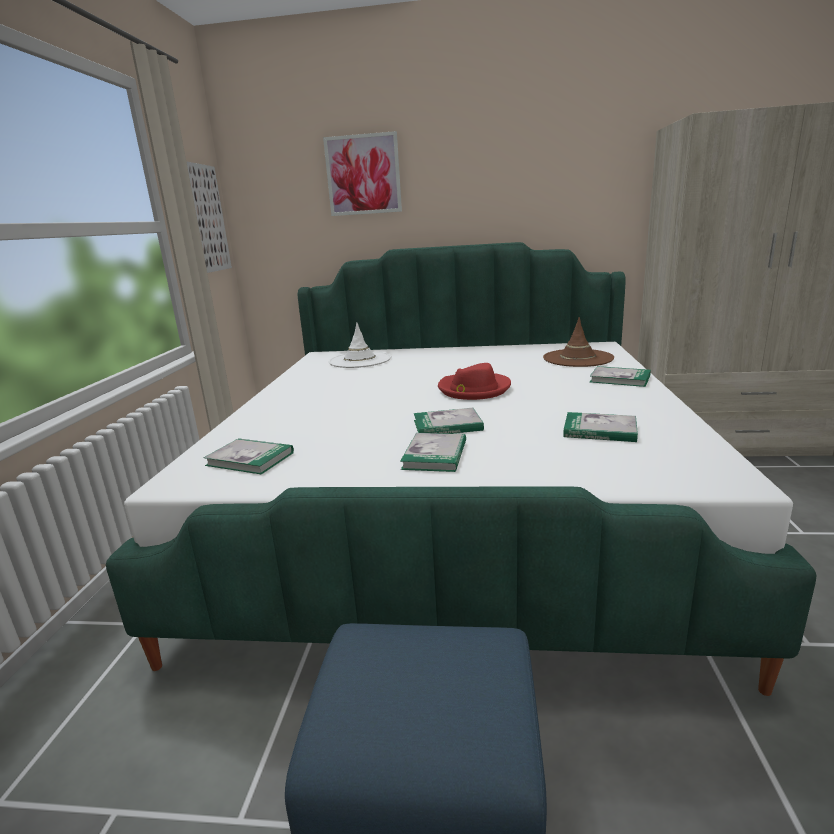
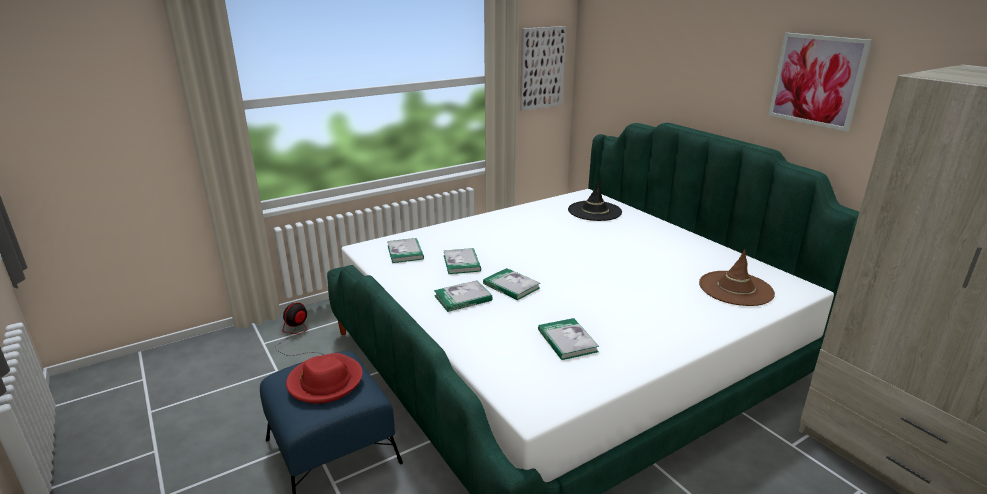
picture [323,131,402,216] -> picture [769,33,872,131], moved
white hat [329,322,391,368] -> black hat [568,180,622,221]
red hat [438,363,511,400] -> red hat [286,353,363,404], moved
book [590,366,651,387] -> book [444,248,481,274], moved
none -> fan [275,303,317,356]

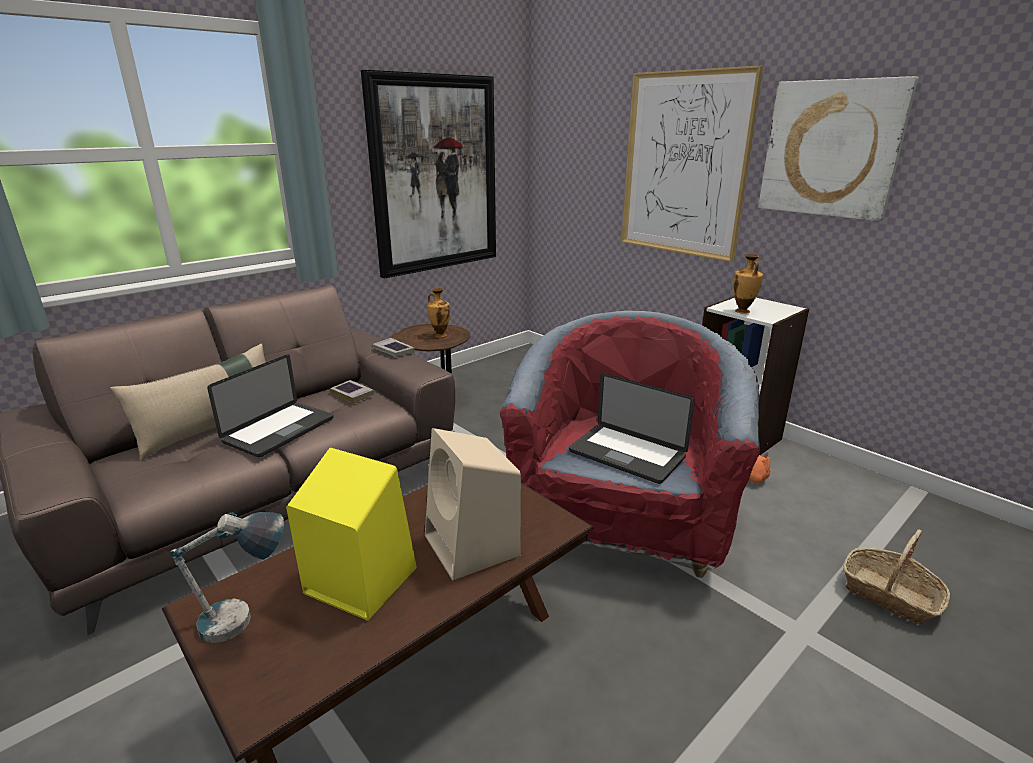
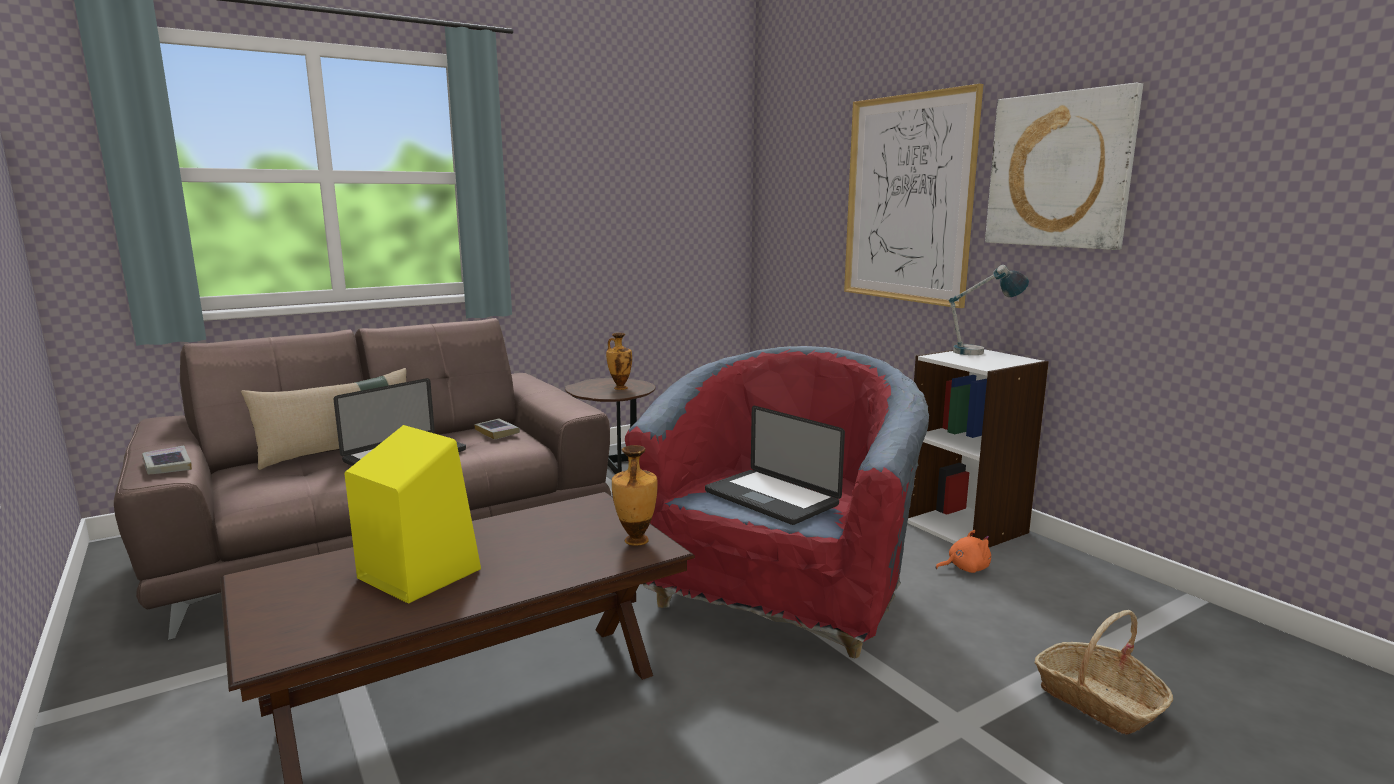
picture [361,70,496,279] -> none
vase [733,254,763,314] -> vase [612,445,657,546], moved
book [373,338,414,357] -> book [142,446,192,474], moved
beige speaker [425,428,521,580] -> none
table lamp [170,512,284,643] -> table lamp [949,265,1029,355], moved

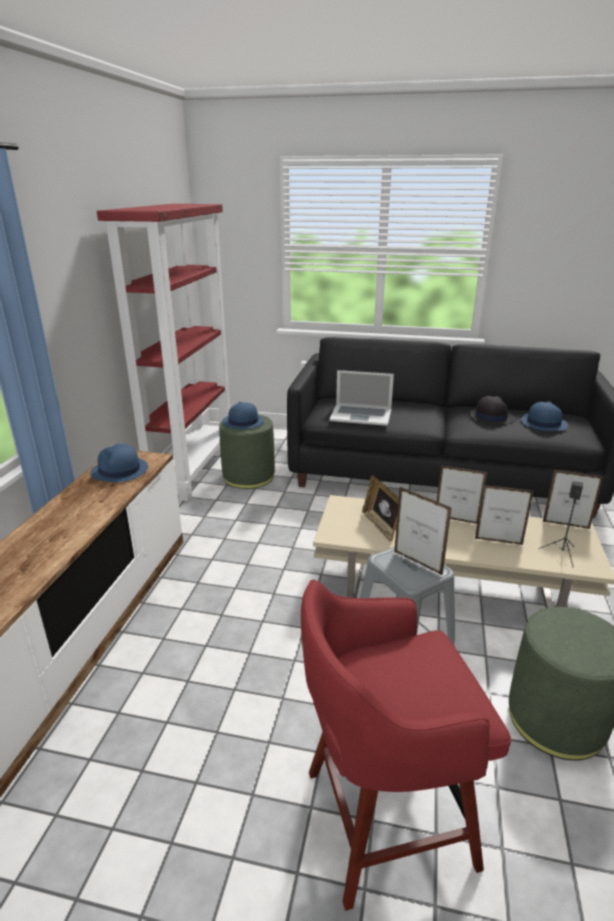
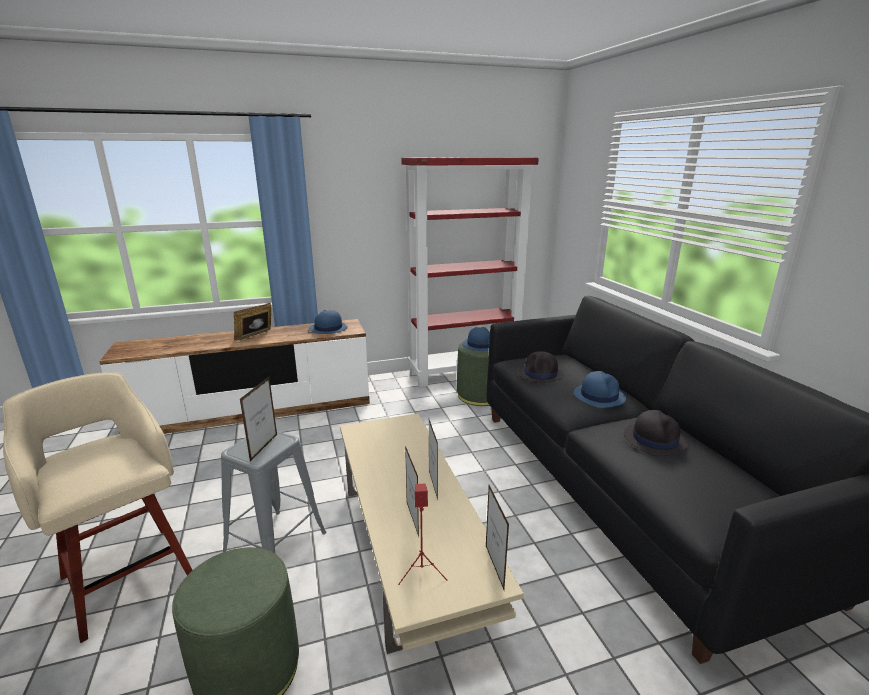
laptop [329,370,394,426] -> black hat [518,351,564,383]
blue hat [520,402,568,431] -> blue hat [574,371,626,408], moved
picture frame [362,476,399,542] -> picture frame [234,303,271,341], moved
black speaker [538,481,583,568] -> red speaker [398,484,448,585]
red stool [301,580,511,911] -> beige stool [2,372,192,643]

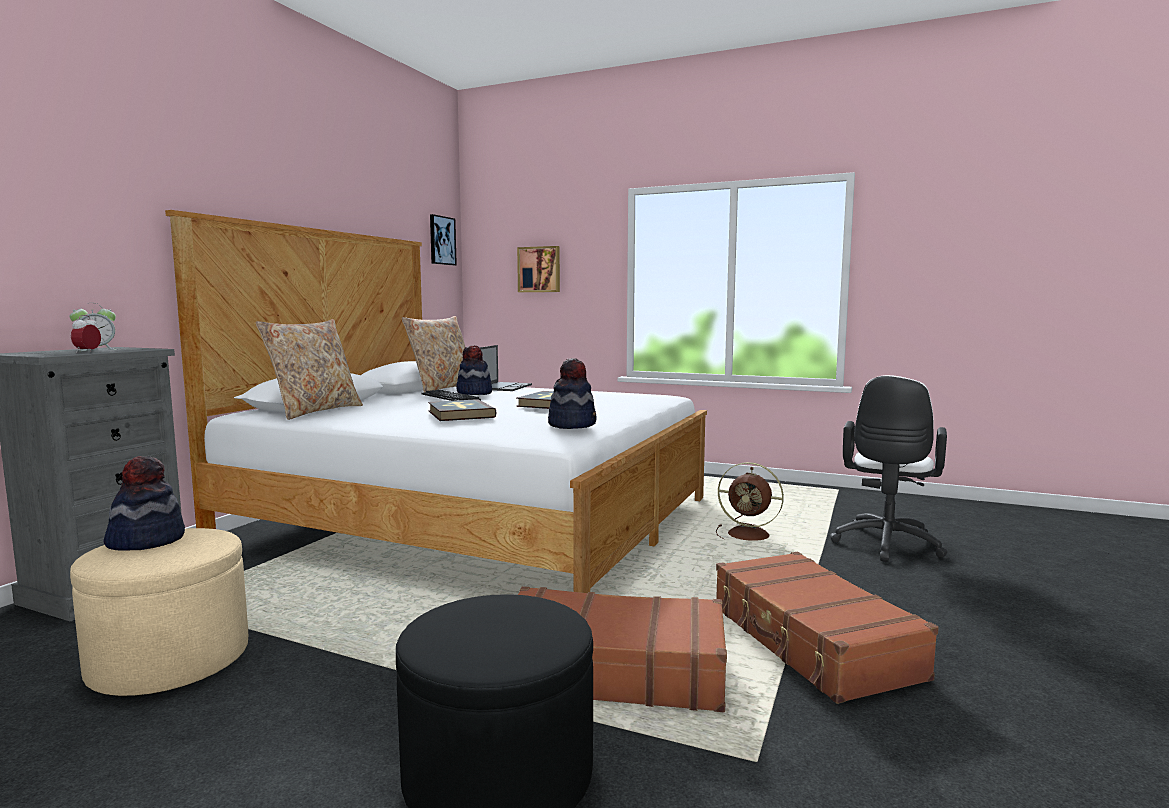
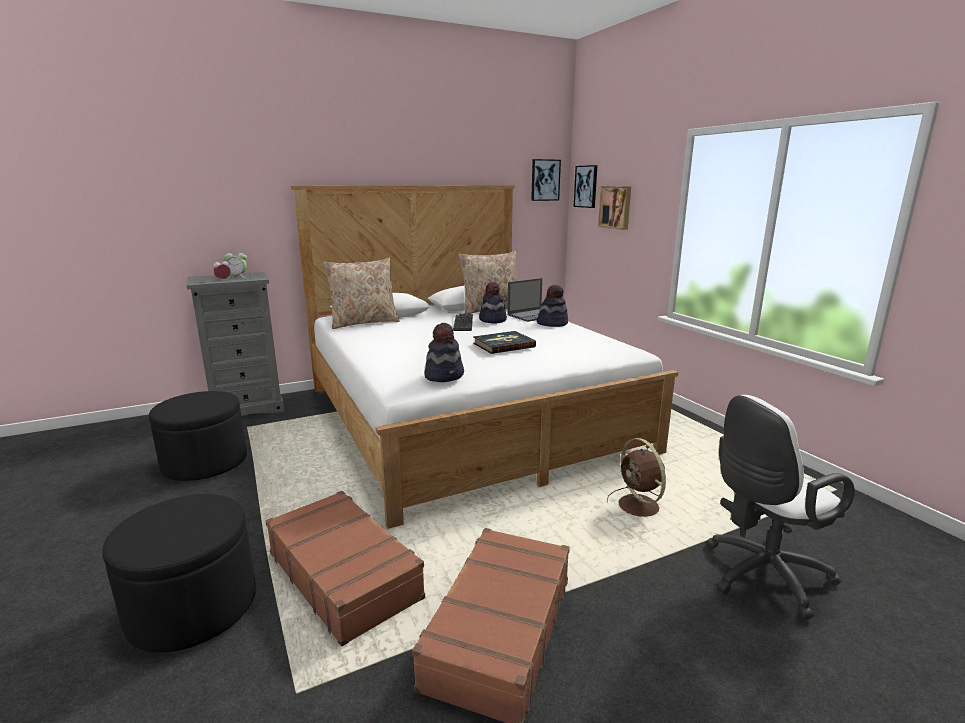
book [428,399,497,421] -> none
hat [104,456,185,551] -> hat [537,285,568,327], moved
beige ottoman [70,528,248,696] -> black ottoman [149,391,247,481]
none -> picture [574,165,598,208]

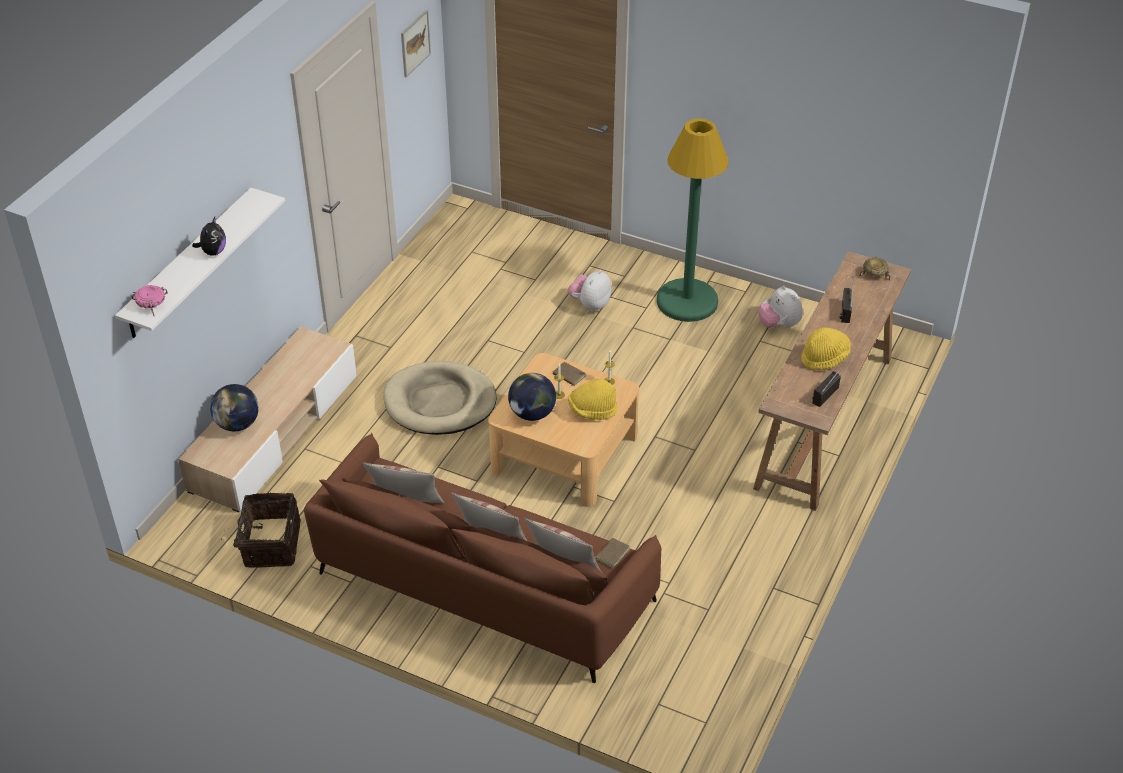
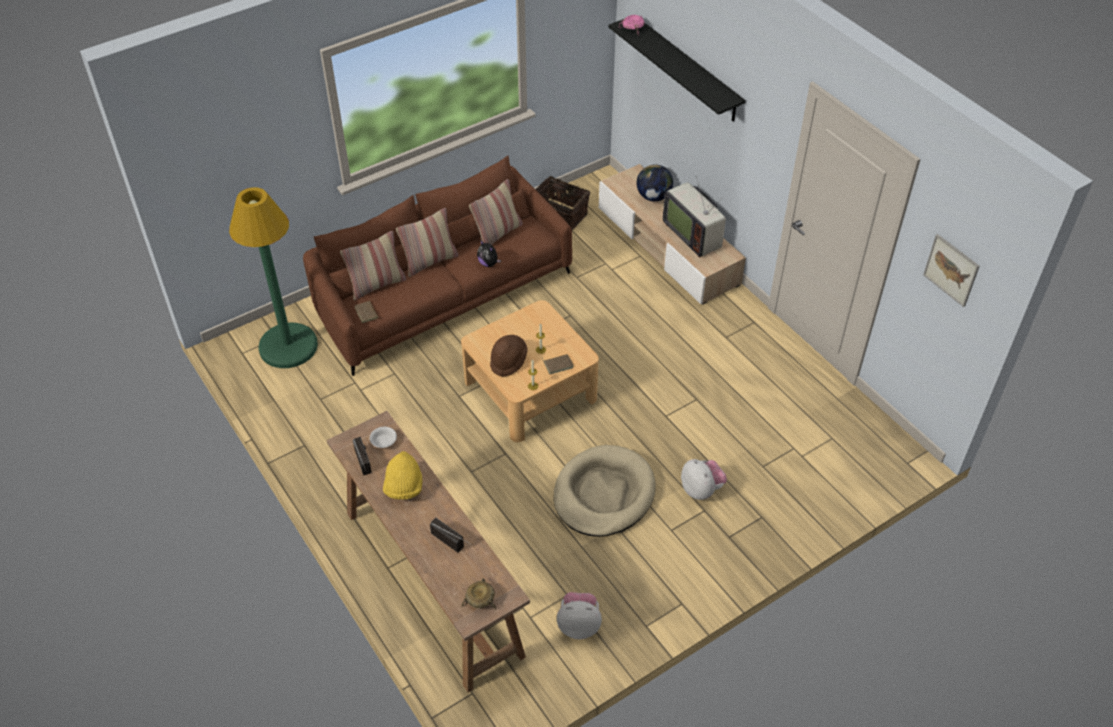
green floor lamp [657,119,729,322] -> green floor lamp [229,187,318,368], moved
white shelf [115,188,285,338] -> black shelf [608,19,746,122]
plush toy [192,217,226,256] -> plush toy [477,240,501,267], moved
beige dog bed [384,361,497,435] -> beige dog bed [553,445,656,537], moved
globe [508,373,556,421] -> none
yellow hat [568,379,617,420] -> brown hat [490,335,528,377]
none -> television [663,176,726,257]
none -> white bowl [370,427,397,448]

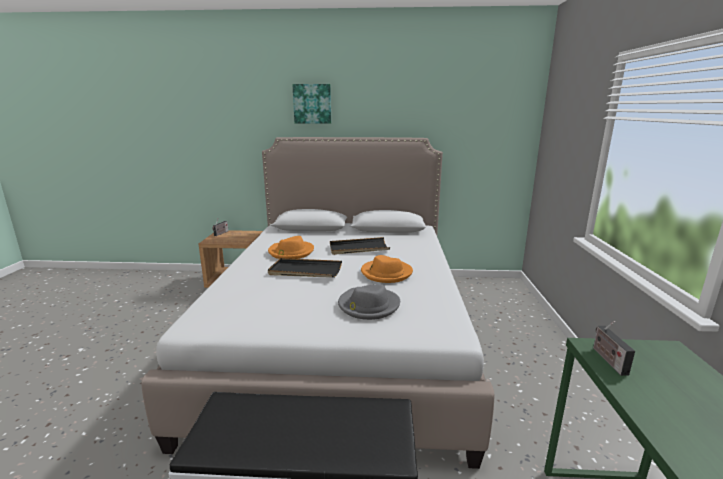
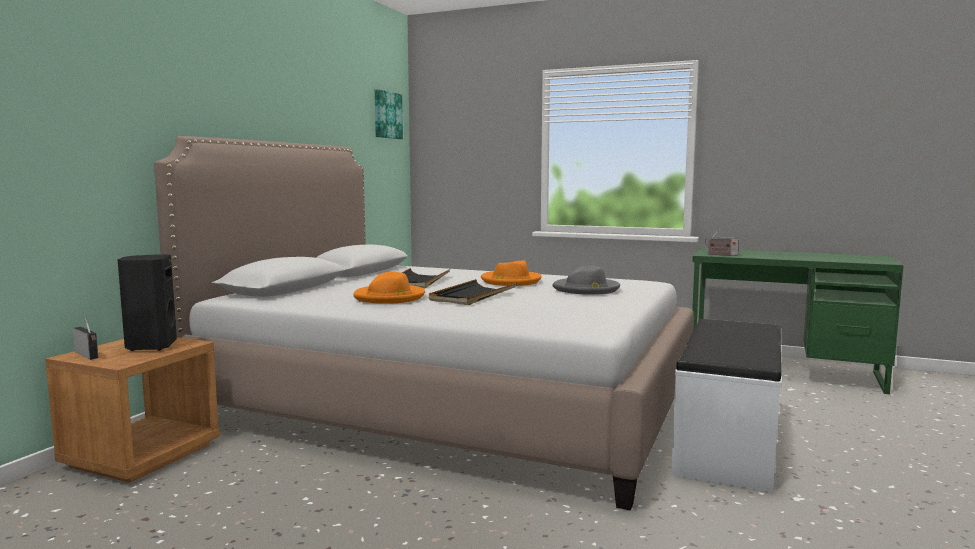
picture [292,84,331,124] -> picture [375,89,403,139], moved
none -> black speaker [117,254,177,351]

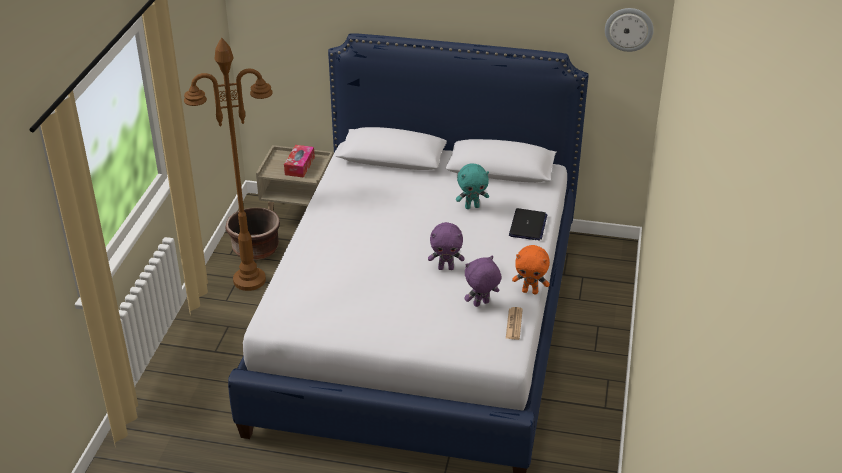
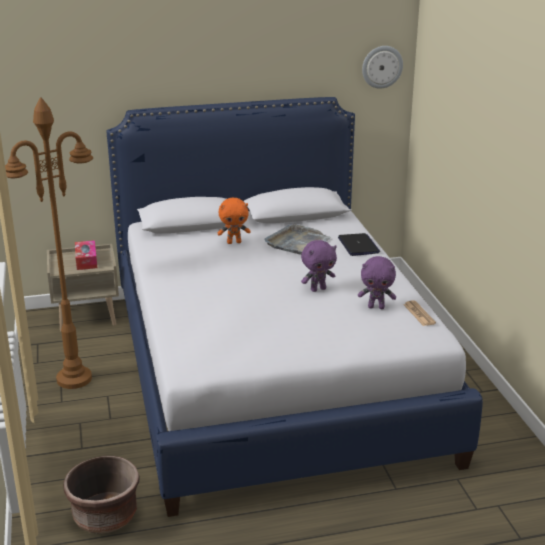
turquoise plush toy [456,163,489,209] -> grey tray [264,224,331,255]
brown planter [225,208,280,260] -> brown planter [63,456,140,534], moved
orange plush toy [512,245,550,295] -> orange plush toy [218,198,250,244], moved
purple plush toy [465,256,501,307] -> purple plush toy [358,256,396,309], 120 degrees counterclockwise

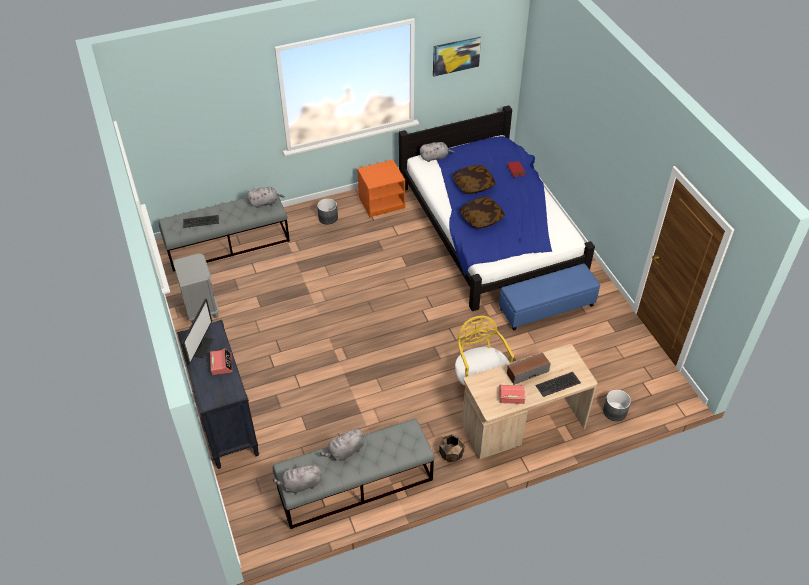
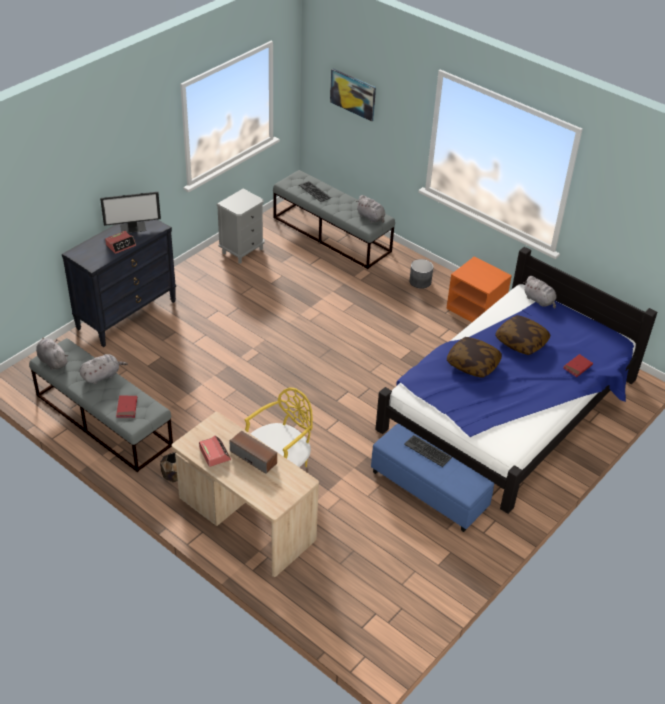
picture [433,36,481,77] -> picture [330,69,376,122], moved
keyboard [535,372,581,397] -> keyboard [404,435,452,467], moved
grey planter [603,389,631,421] -> none
grey plush toy [320,428,364,461] -> grey plush toy [79,354,128,384], 120 degrees clockwise
none -> red book [116,395,137,418]

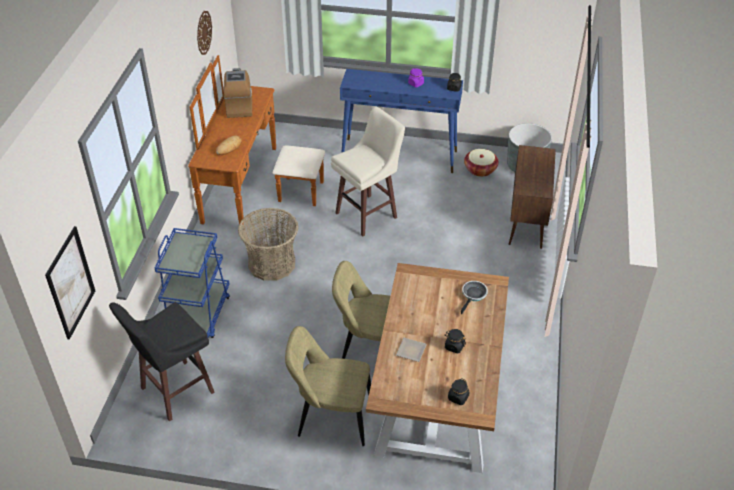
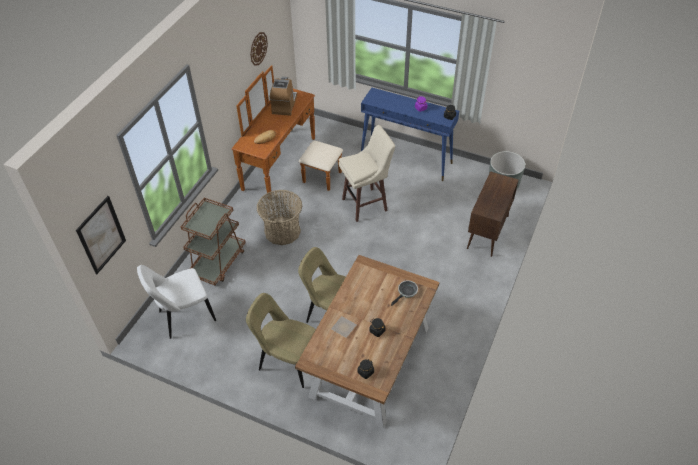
basket [464,149,499,177] -> none
blue cart [155,228,230,338] -> brown cart [181,198,246,285]
black stool [109,302,215,421] -> white chair [137,265,216,339]

